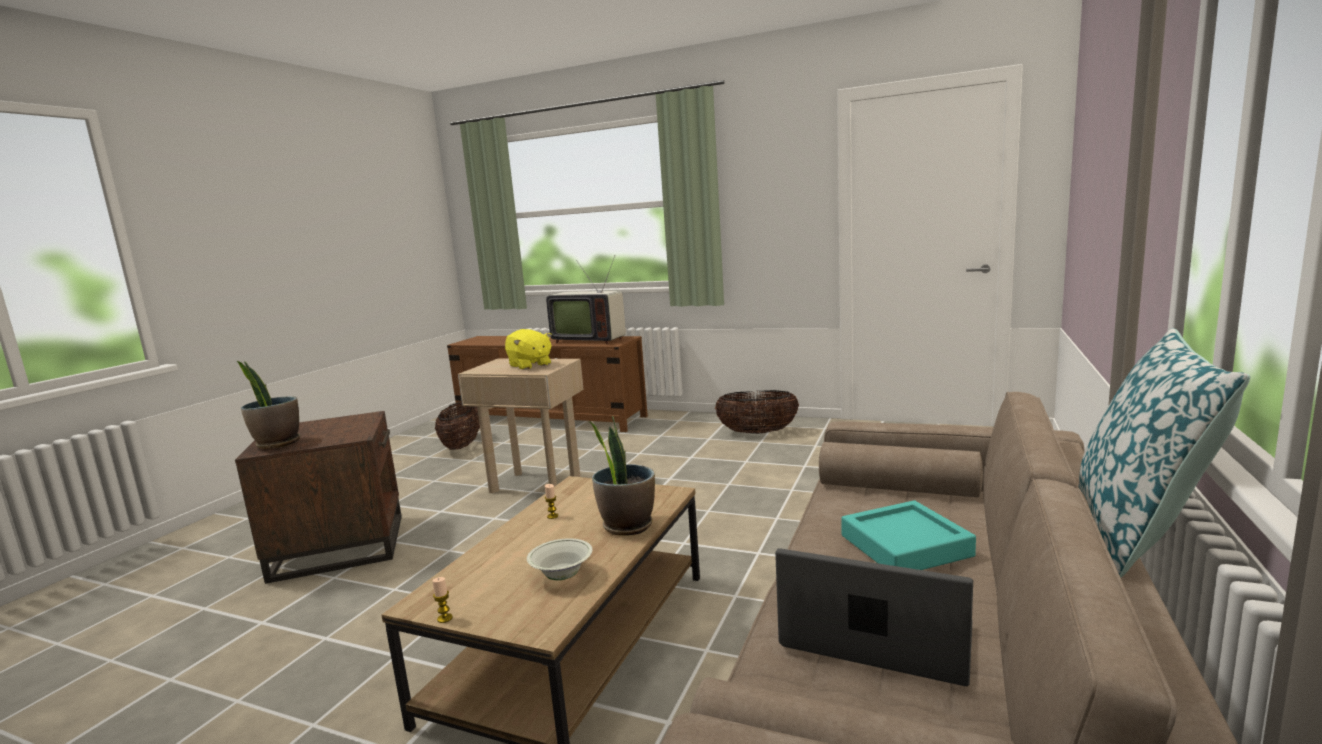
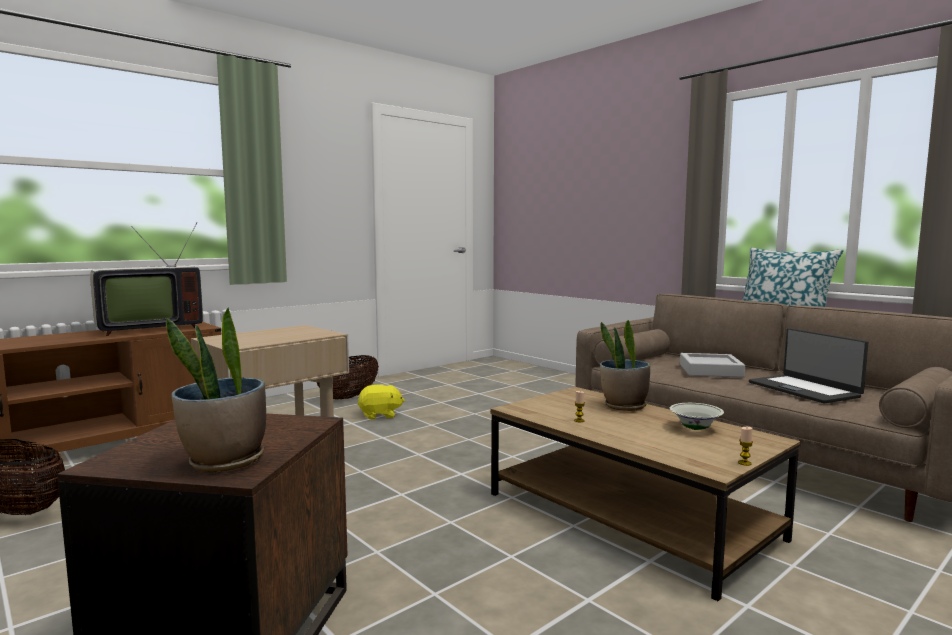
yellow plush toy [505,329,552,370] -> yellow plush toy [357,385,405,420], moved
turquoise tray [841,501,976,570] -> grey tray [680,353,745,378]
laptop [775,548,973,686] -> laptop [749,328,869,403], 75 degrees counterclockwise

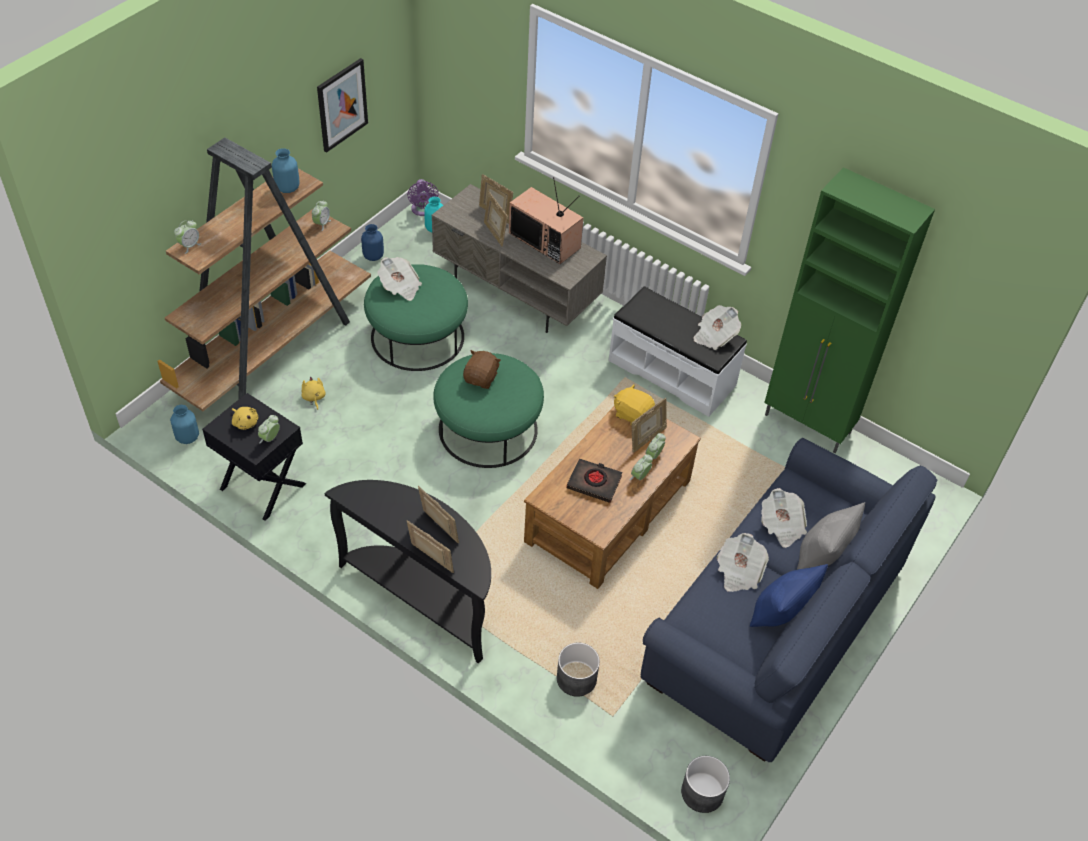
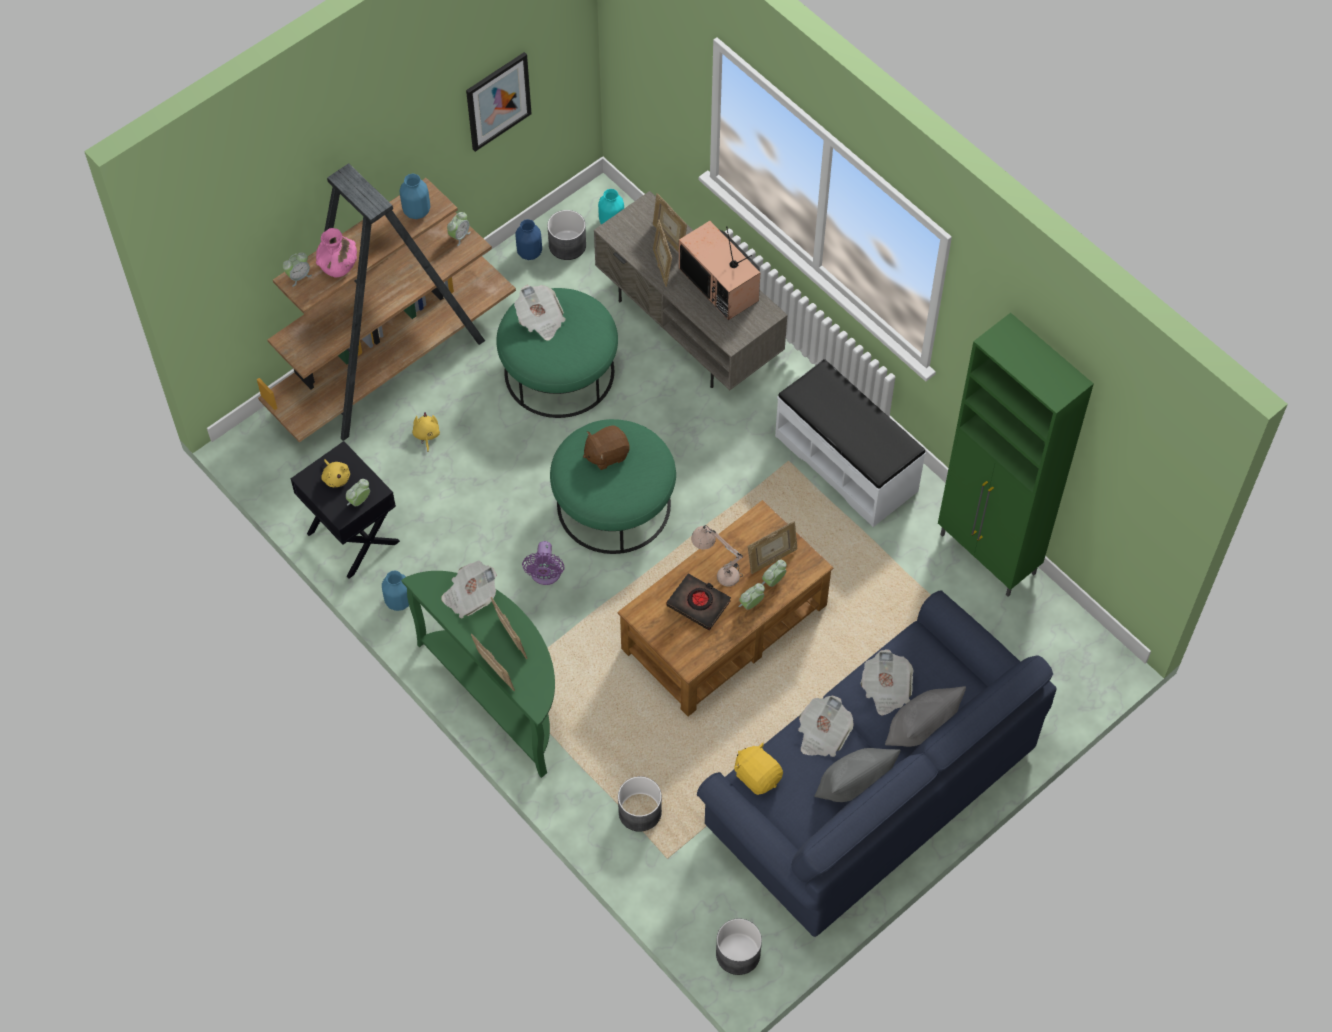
purple fan [407,179,439,216] -> purple fan [522,541,565,585], moved
newspaper [693,305,741,350] -> newspaper [441,561,497,619], moved
brown plush toy [463,350,501,389] -> brown plush toy [583,425,630,470], 150 degrees counterclockwise
yellow plush toy [614,384,655,425] -> yellow plush toy [734,743,783,795], moved
blue vase [170,405,199,444] -> blue vase [382,571,409,611], moved
black console table [325,480,491,664] -> green console table [401,571,555,778]
blue pillow [750,564,828,627] -> grey pillow [814,748,901,802]
none -> grey planter [547,210,586,260]
none -> pink vase [316,228,357,277]
none -> beige table lamp [691,525,743,587]

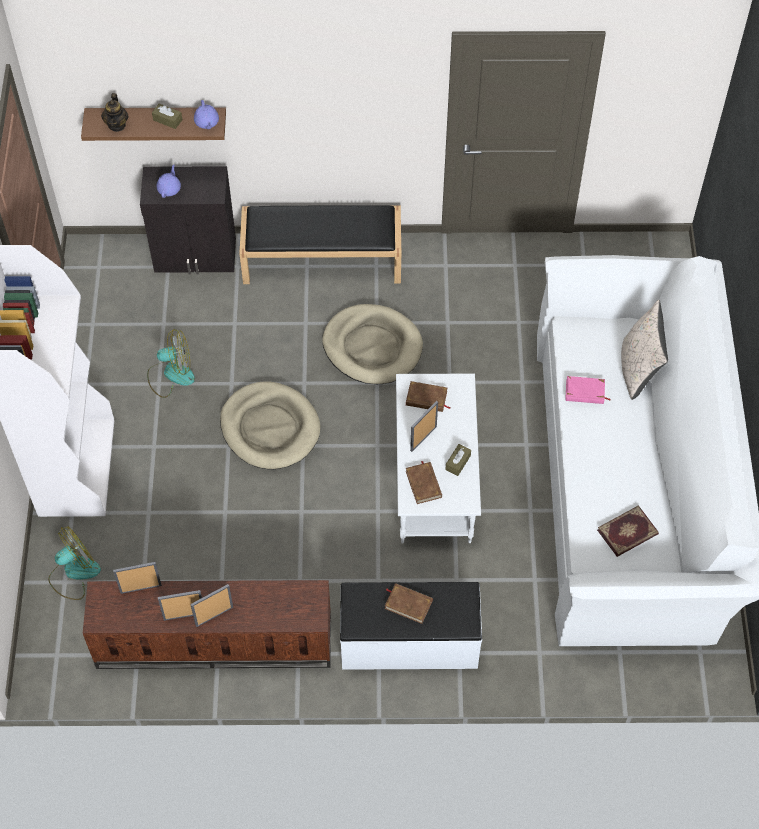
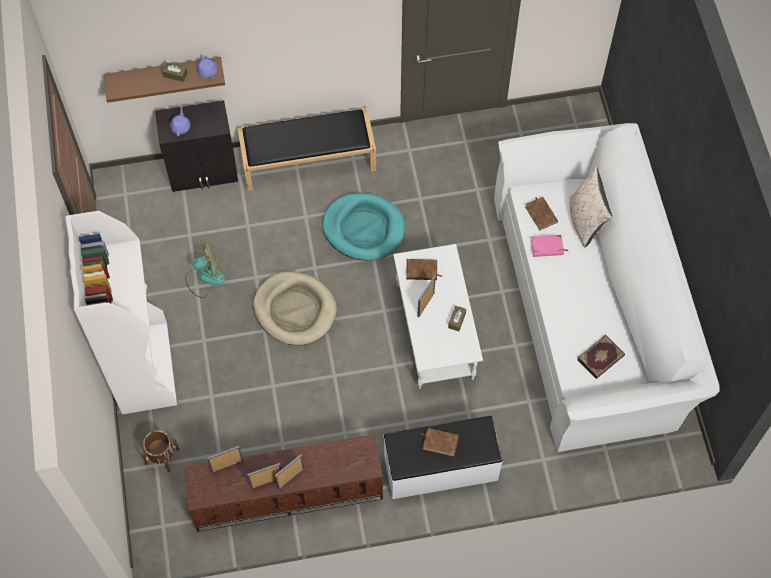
teapot [101,93,129,132] -> none
beige dog bed [322,304,423,384] -> turquoise dog bed [322,193,405,261]
brown book [406,461,442,504] -> brown book [525,197,558,230], moved
fan [48,526,101,600] -> brown planter [141,430,179,472]

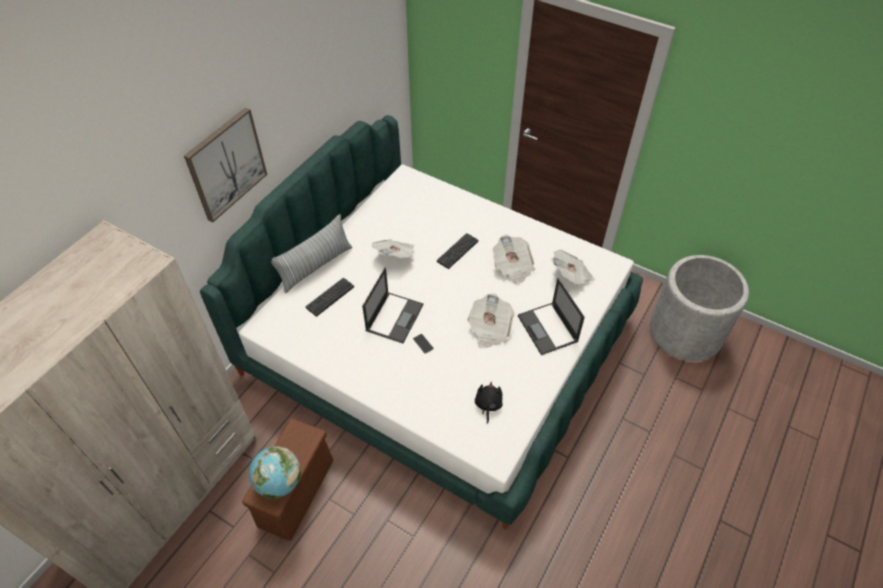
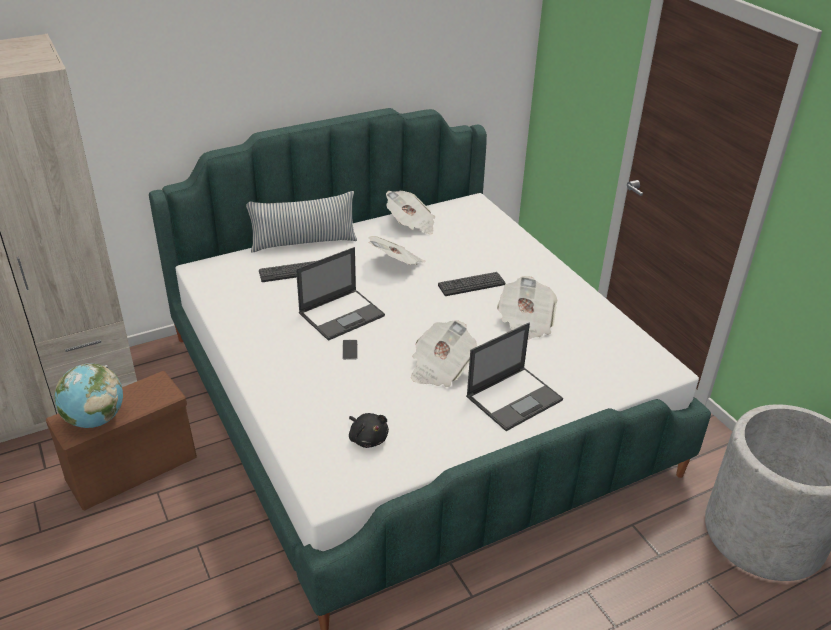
picture [184,107,267,223] -> none
newspaper [551,250,595,285] -> newspaper [386,191,435,234], moved
laptop [518,278,585,355] -> laptop [466,323,563,431], 135 degrees counterclockwise
black plush toy [475,382,503,424] -> black plush toy [349,413,389,448], 105 degrees clockwise

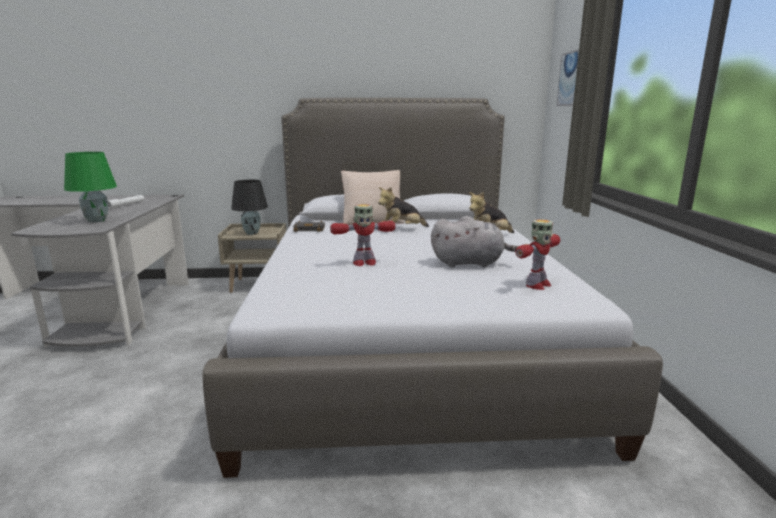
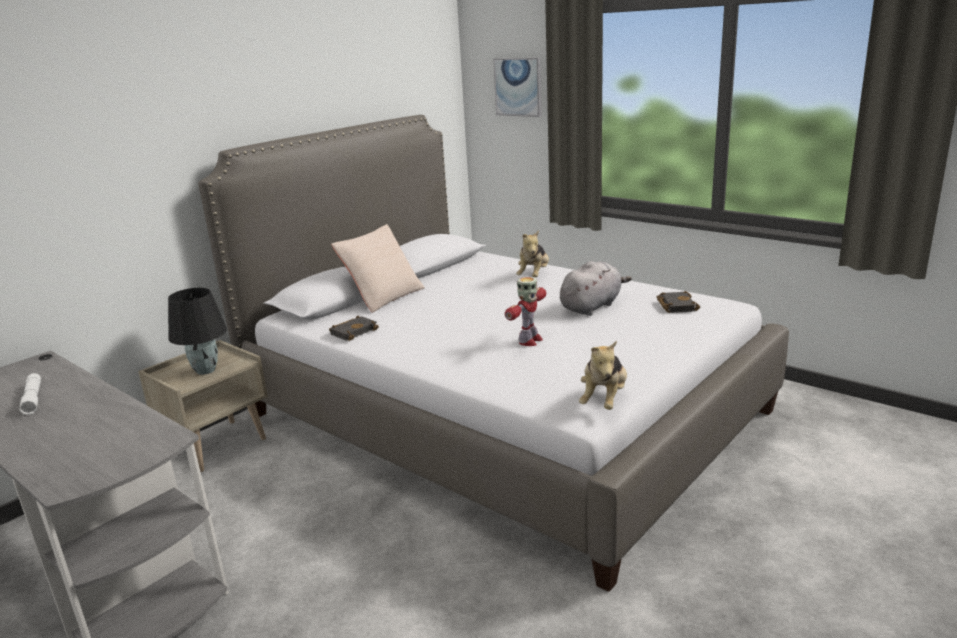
green table lamp [64,152,117,223] -> none
plush toy [378,187,429,227] -> plush toy [579,341,627,410], moved
toy robot [515,219,560,290] -> black book [657,291,700,313]

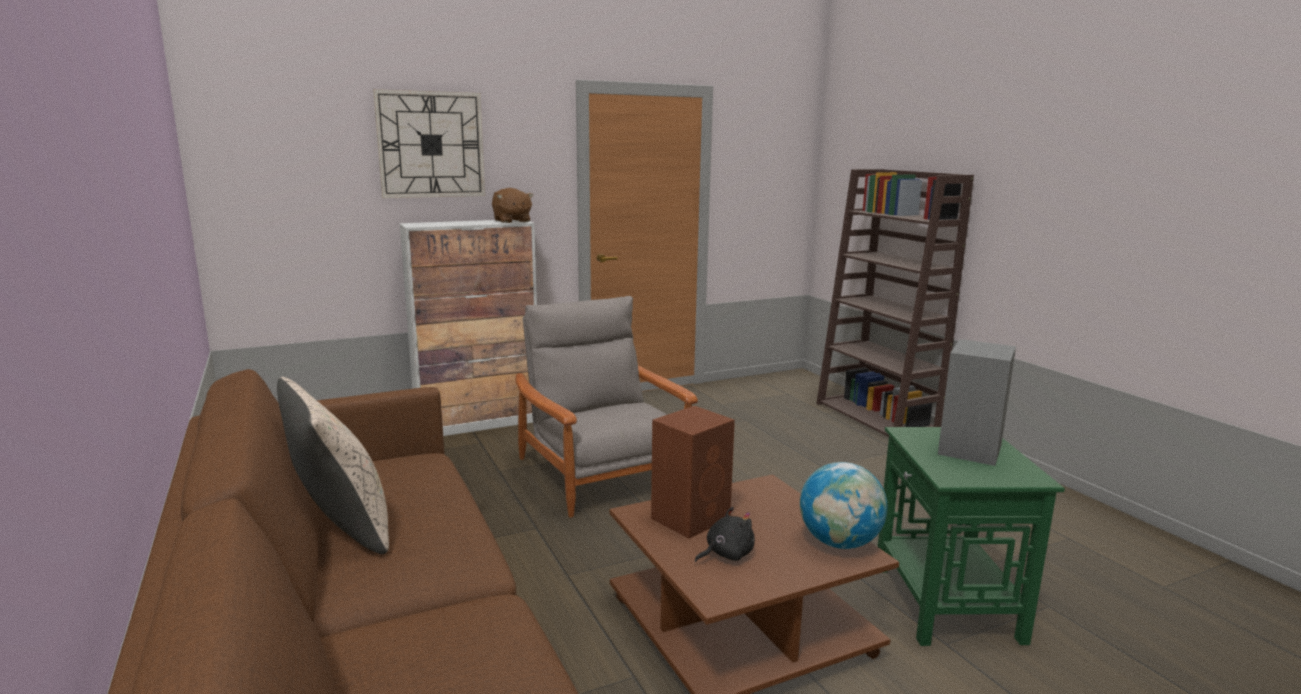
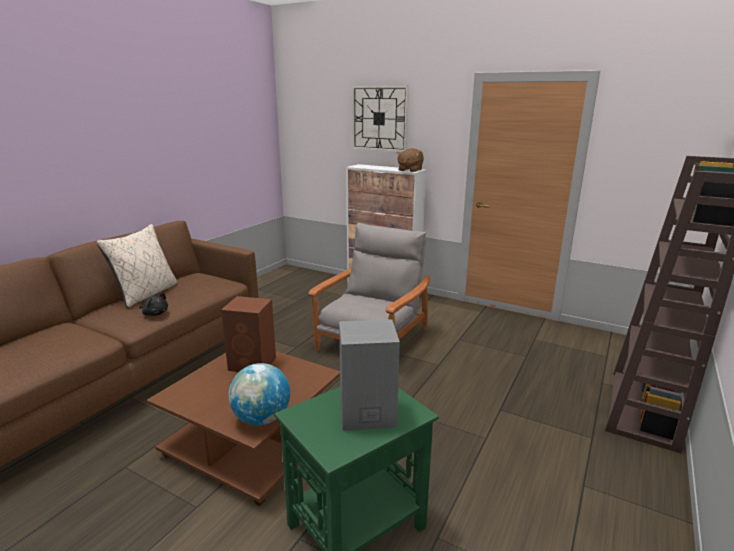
black plush toy [695,507,755,562] -> black plush toy [140,293,168,316], moved

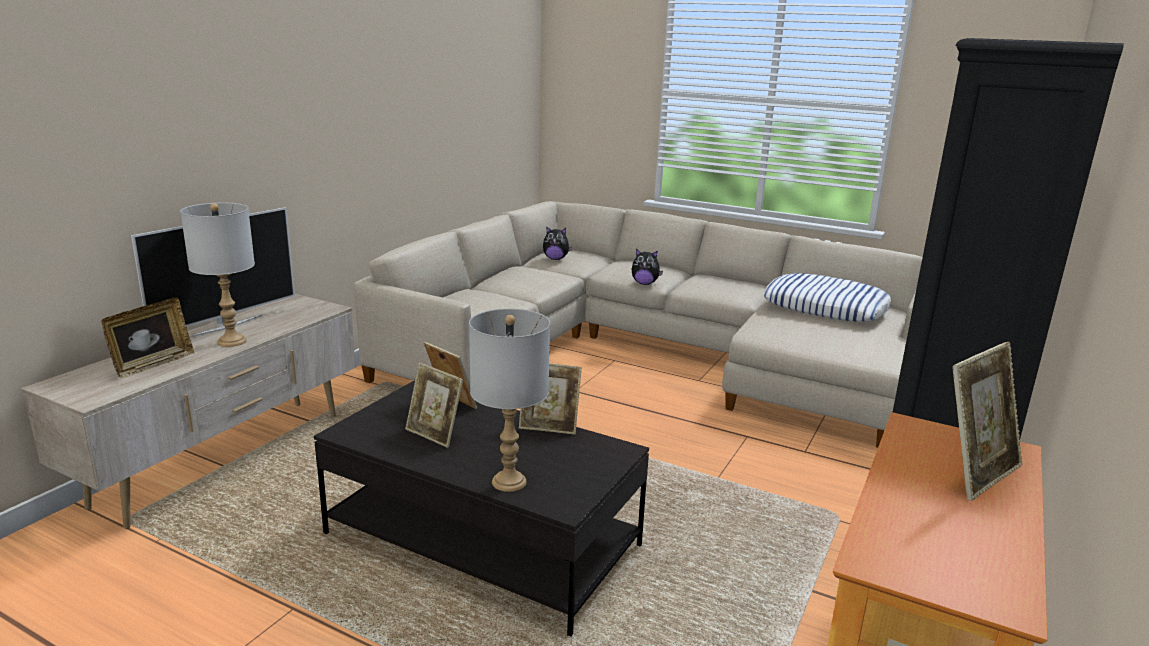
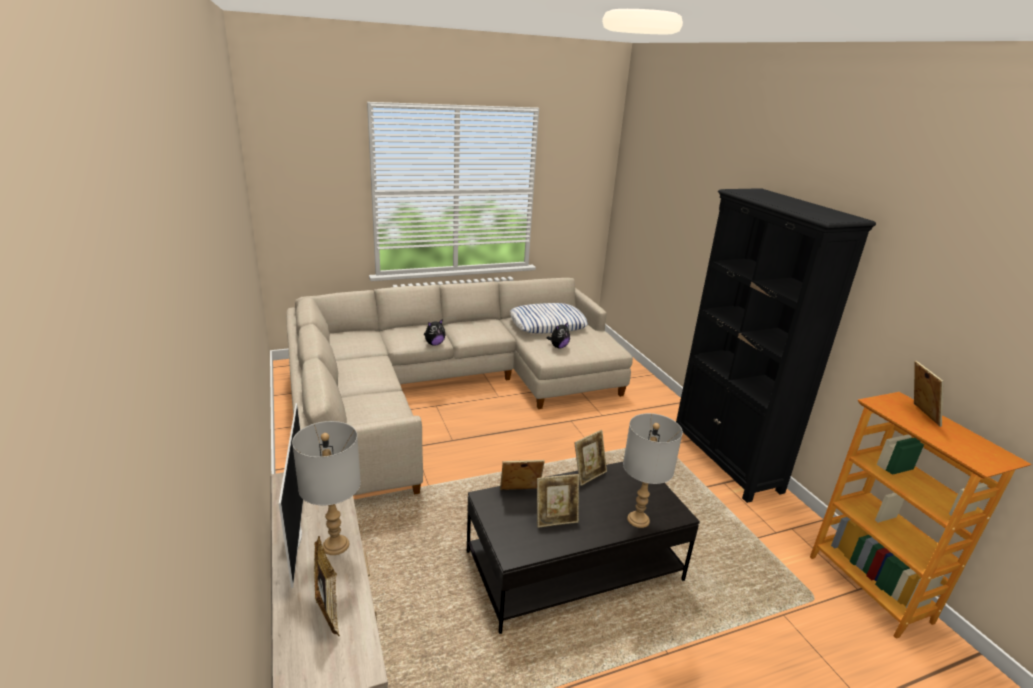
plush toy [543,226,572,260] -> plush toy [547,322,570,348], moved

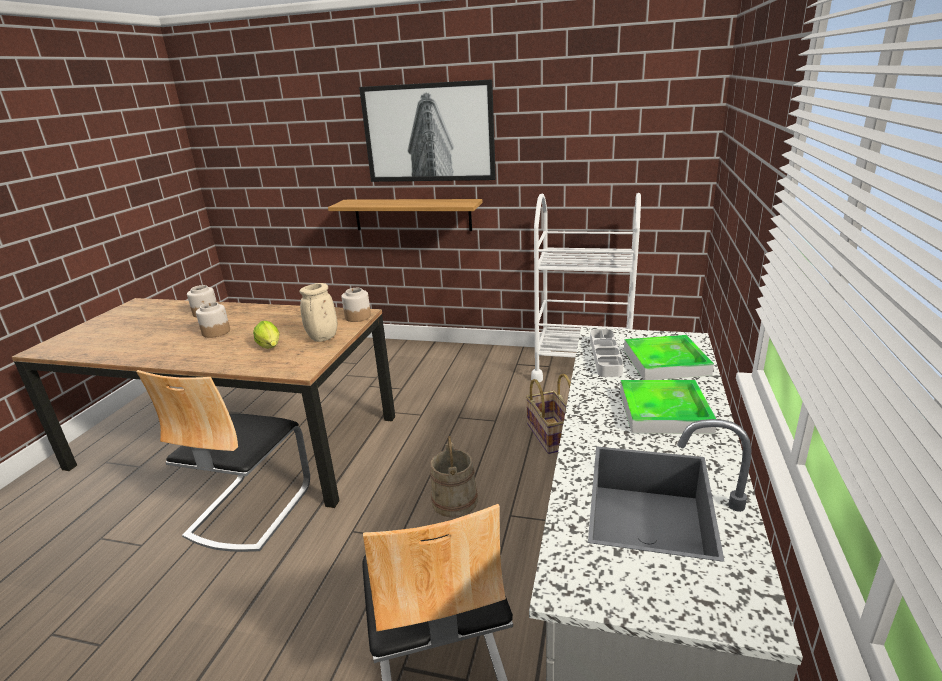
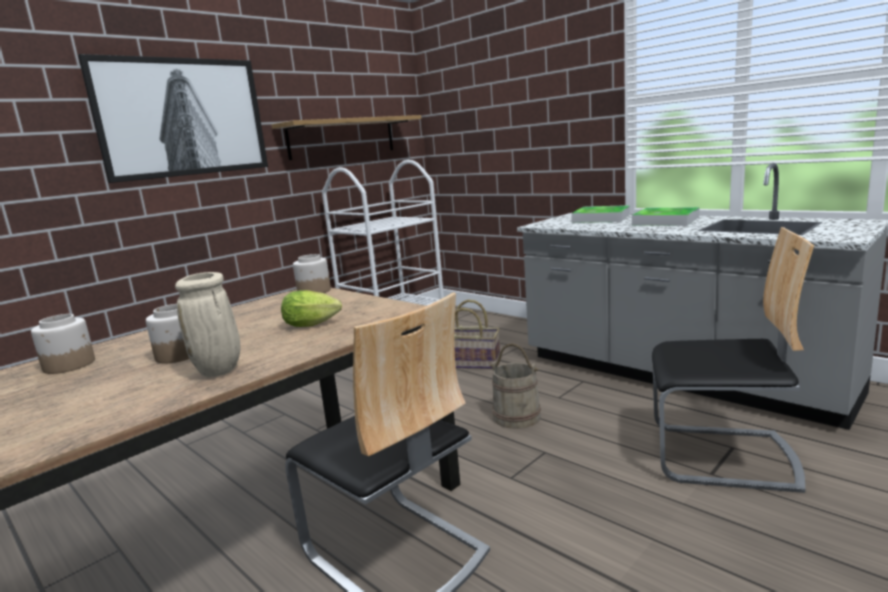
shelf [328,199,482,231] -> shelf [272,115,421,160], moved
beige vase [299,283,337,342] -> beige vase [175,272,240,377], moved
grey tray [590,329,623,377] -> none

